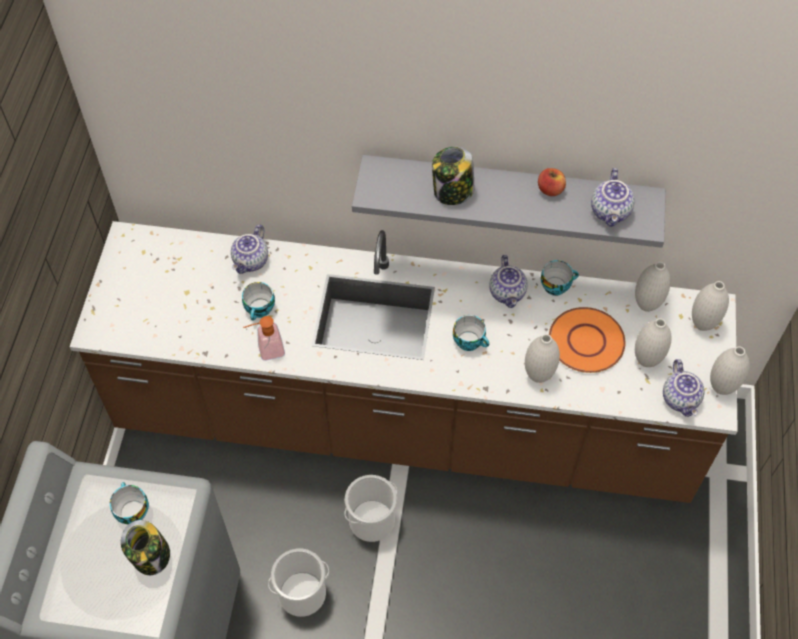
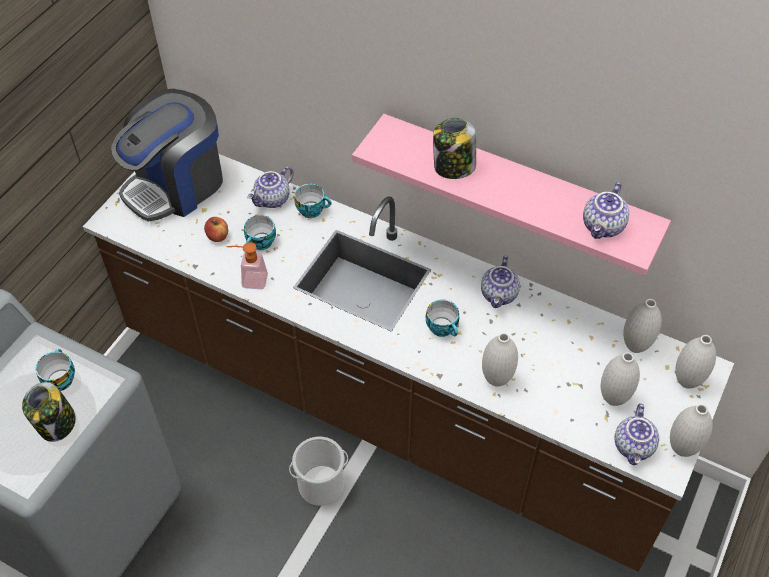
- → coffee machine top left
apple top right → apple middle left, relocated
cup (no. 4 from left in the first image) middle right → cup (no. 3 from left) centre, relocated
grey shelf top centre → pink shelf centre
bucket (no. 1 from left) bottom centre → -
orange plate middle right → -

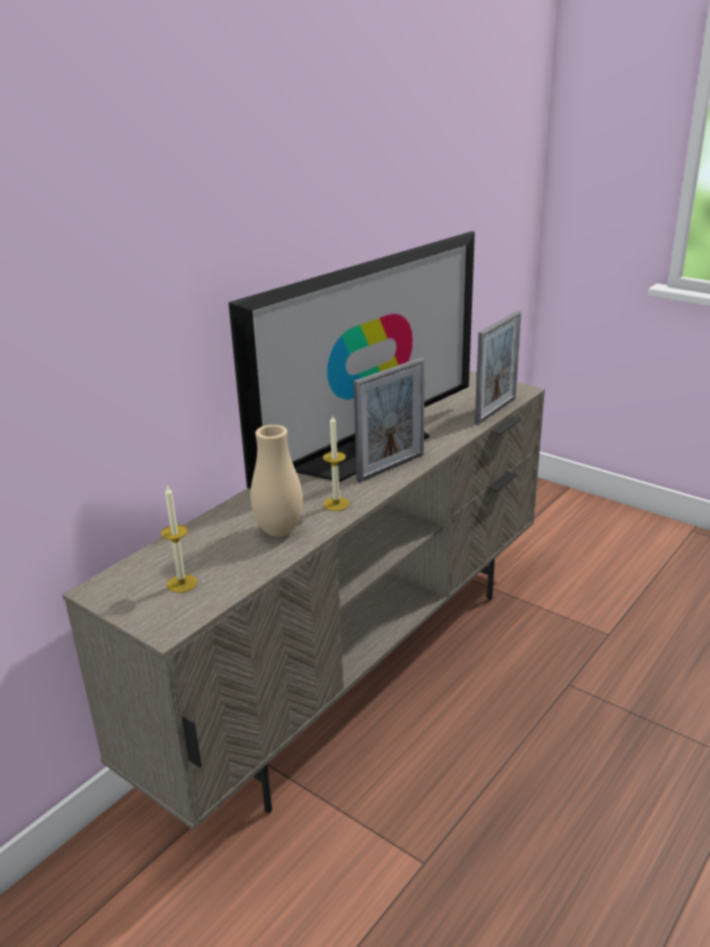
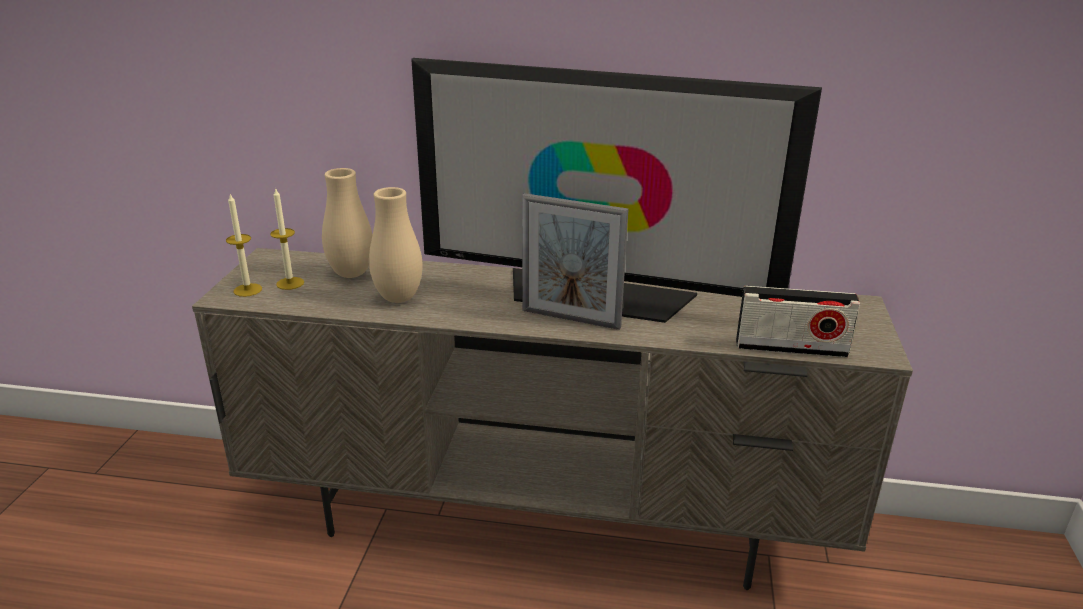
candle (no. 2 from left in the first image) centre → candle (no. 1 from left) middle left, relocated
- → beige vase (no. 1 from left) middle left
picture frame (no. 2 from left) middle right → radio middle right

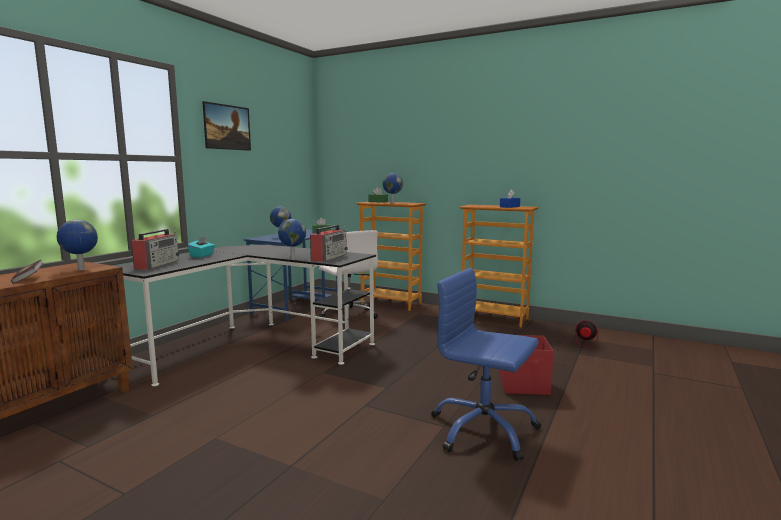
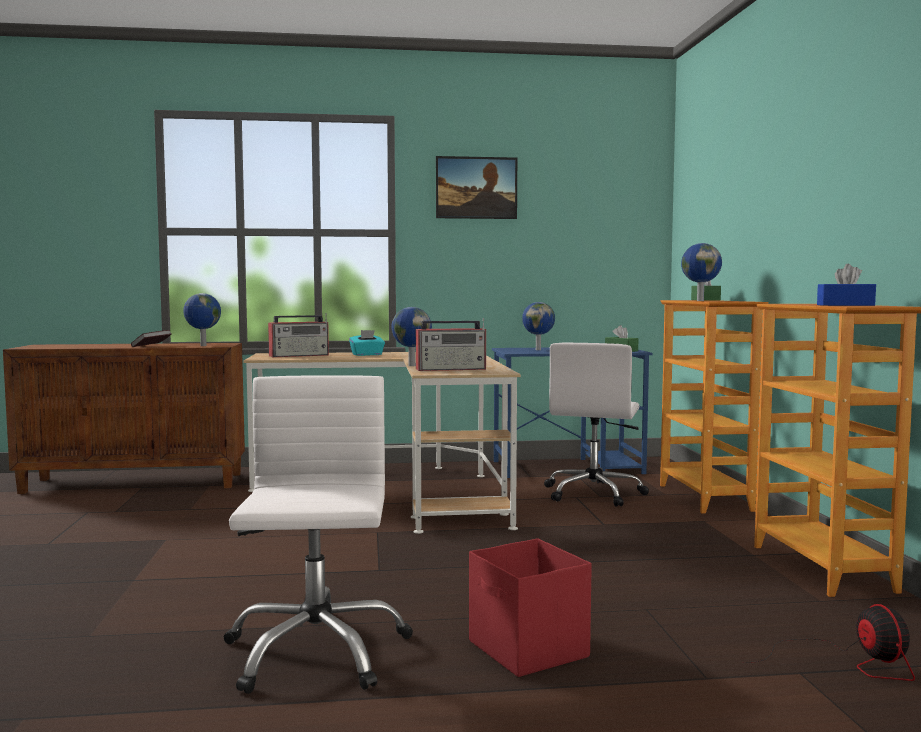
blue office chair bottom centre → white office chair (no. 1 from left) bottom centre
black desk middle left → beige desk centre

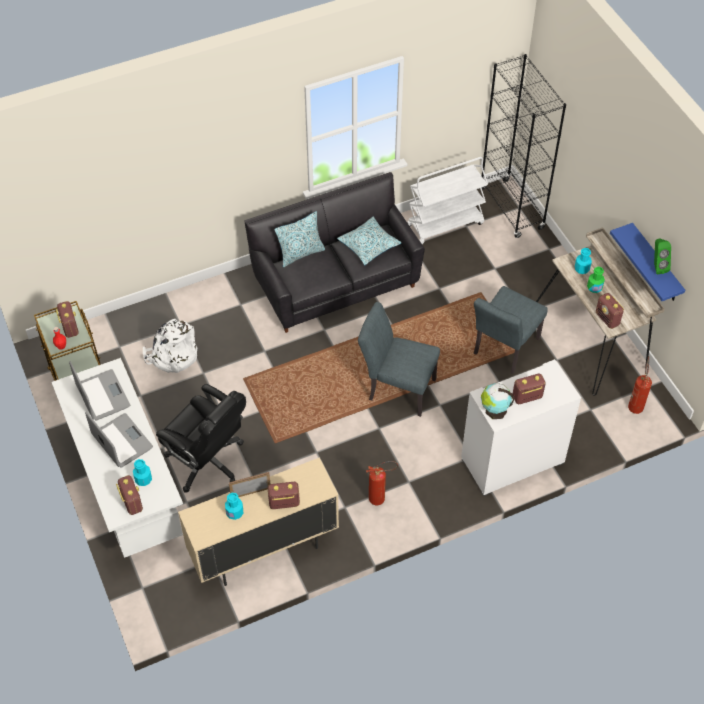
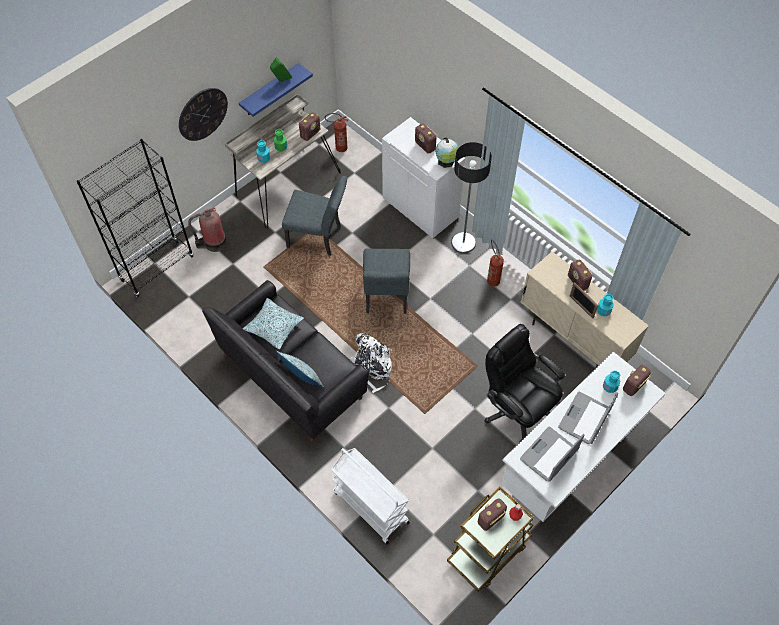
- → wall clock top left
- → fire extinguisher (no. 1 from left) middle left
white cart top centre → white cart bottom centre, relocated
white backpack middle left → white backpack centre, relocated
- → floor lamp top centre
black office chair middle left → black office chair middle right, 60 degrees counterclockwise

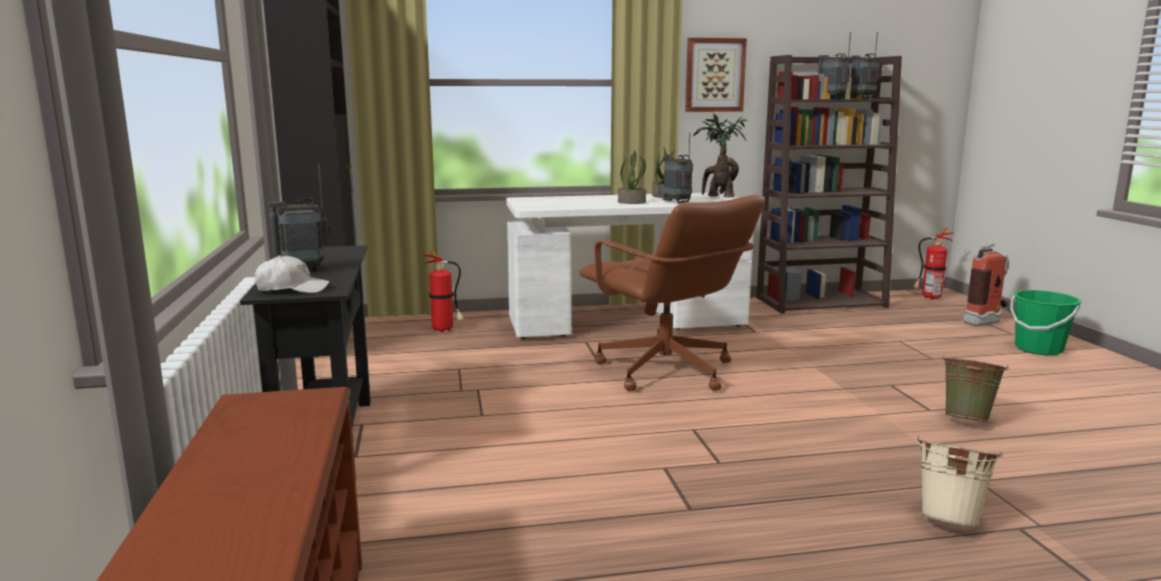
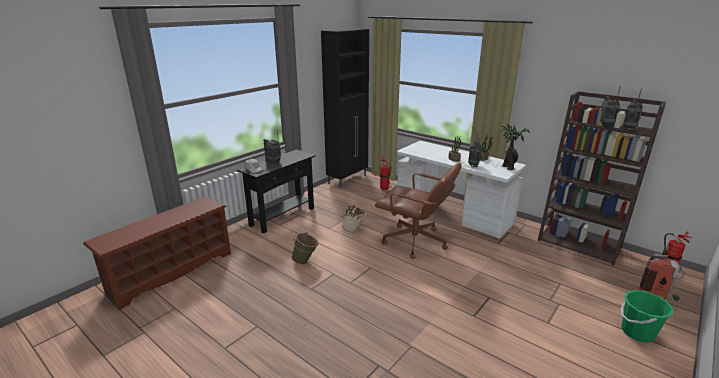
green bucket (no. 1 from left) bottom right → green bucket (no. 1 from left) centre, relocated
beige bucket bottom right → beige bucket centre, relocated
brown office chair centre, 75 degrees counterclockwise
picture top centre → -

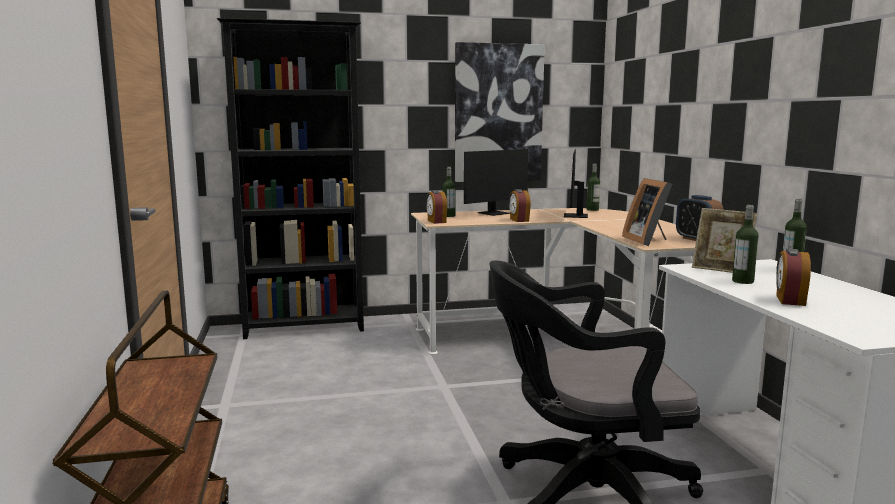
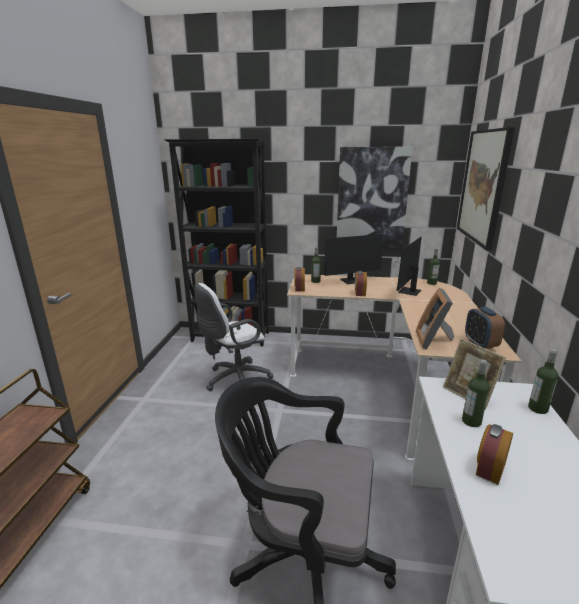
- → white office chair centre
- → picture (no. 2 from left) top right

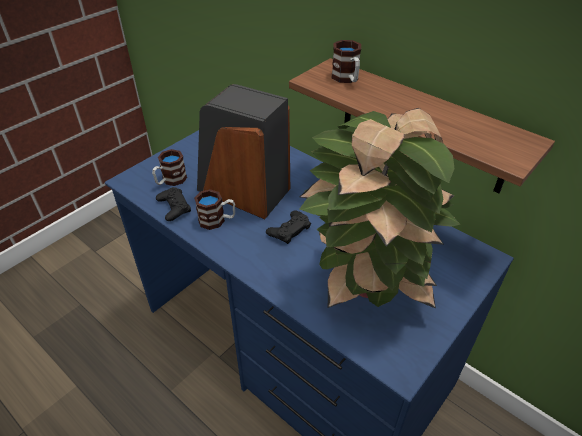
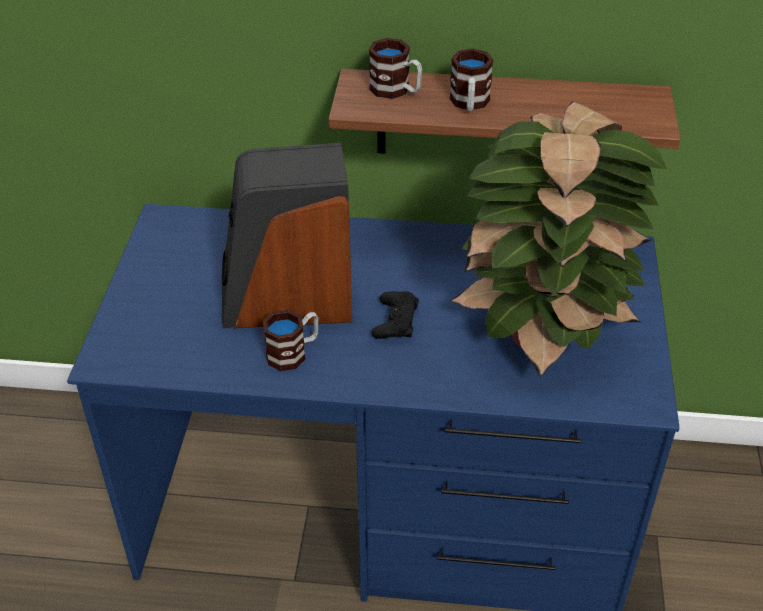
mug (no. 1 from left in the first image) middle left → mug (no. 3 from left) top centre, relocated
black game controller (no. 1 from left) middle left → -

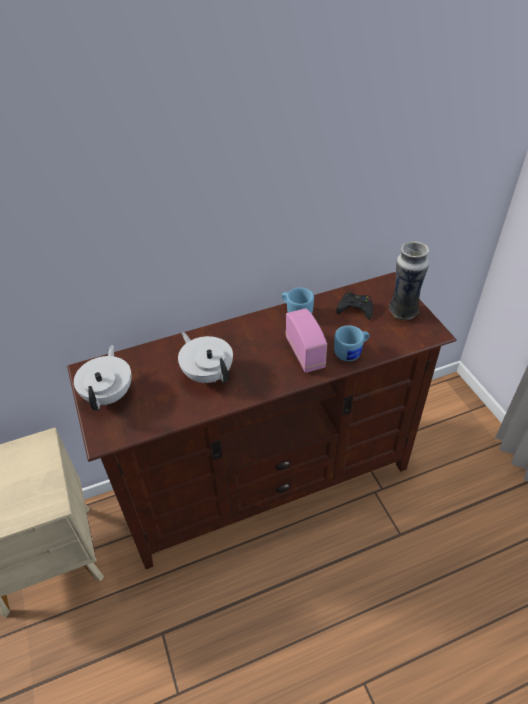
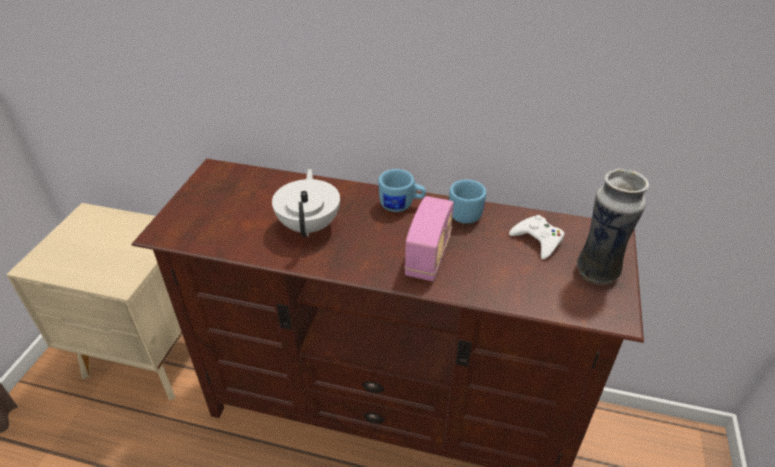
blue mug (no. 2 from left in the first image) middle right → blue mug (no. 1 from left) centre, relocated
black game controller middle right → white game controller middle right
white teapot (no. 1 from left) middle left → -

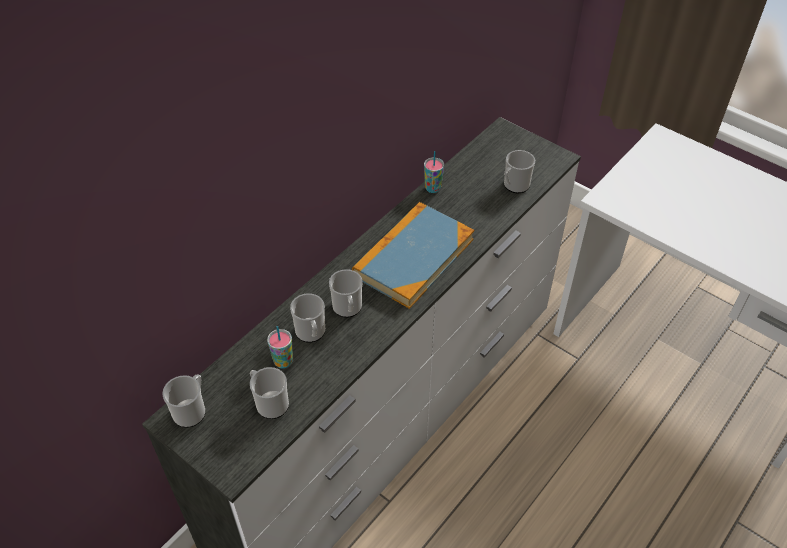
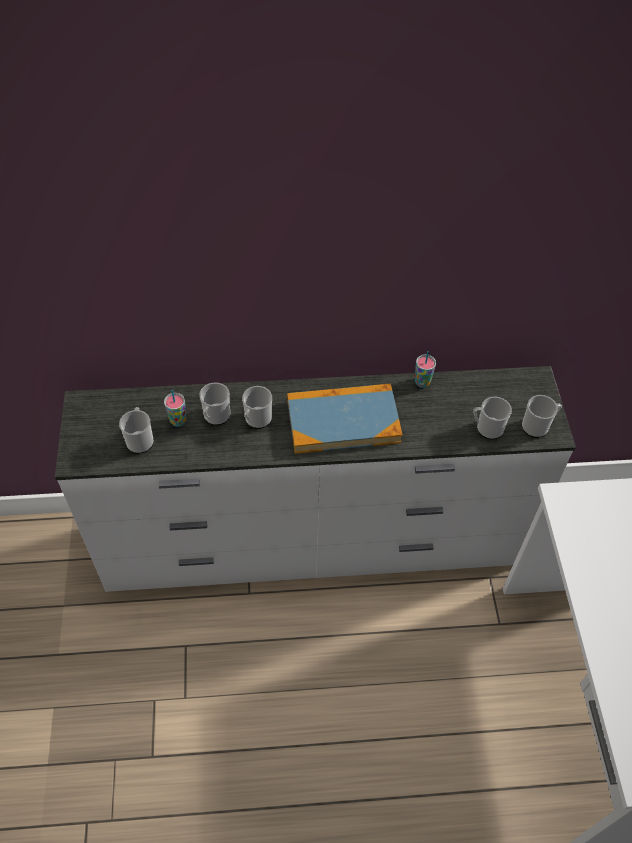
mug (no. 1 from left in the first image) bottom left → mug (no. 5 from left) middle right, relocated

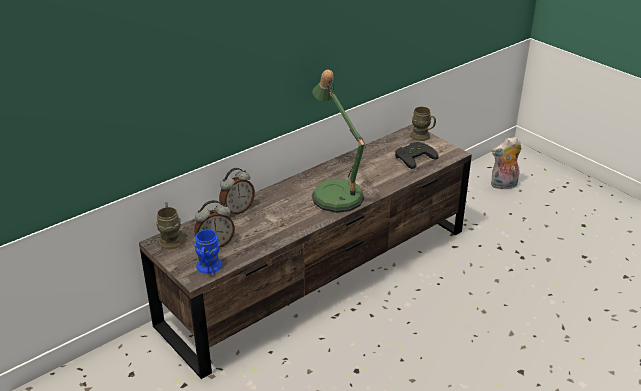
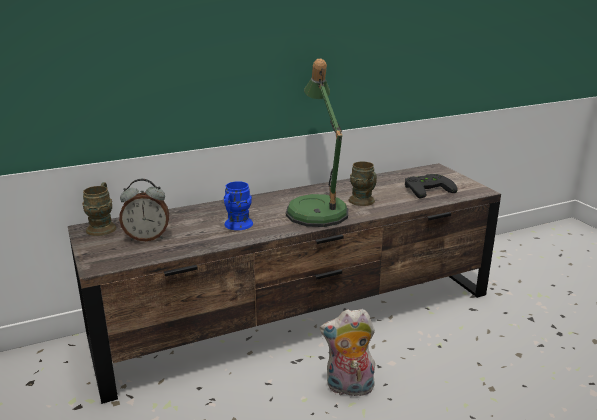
blue mug middle left → blue mug centre, relocated
plush toy middle right → plush toy bottom centre, relocated
brown mug (no. 2 from left) top centre → brown mug (no. 2 from left) centre, relocated
alarm clock (no. 2 from left) centre → -

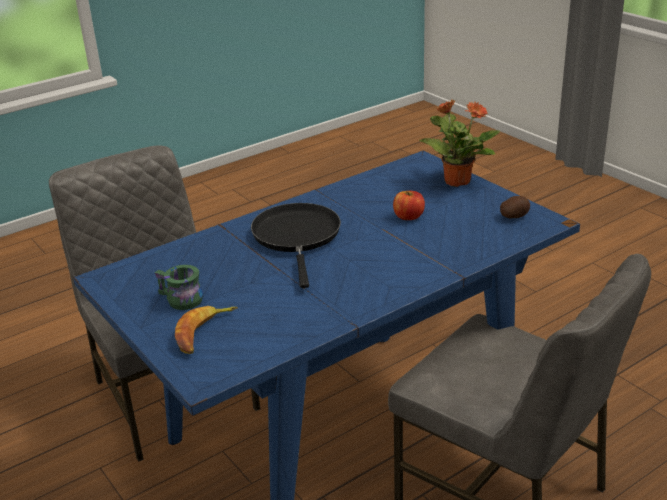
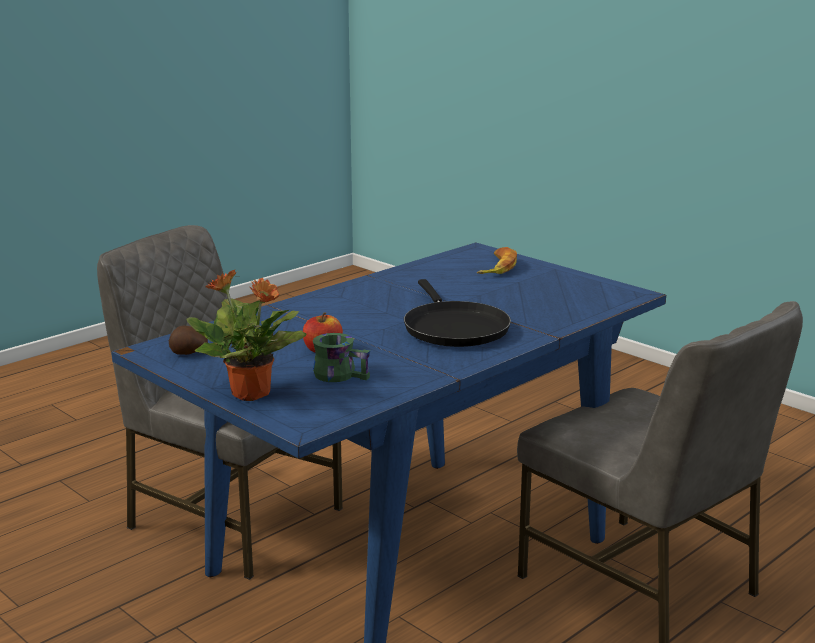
green mug middle left → green mug centre, relocated

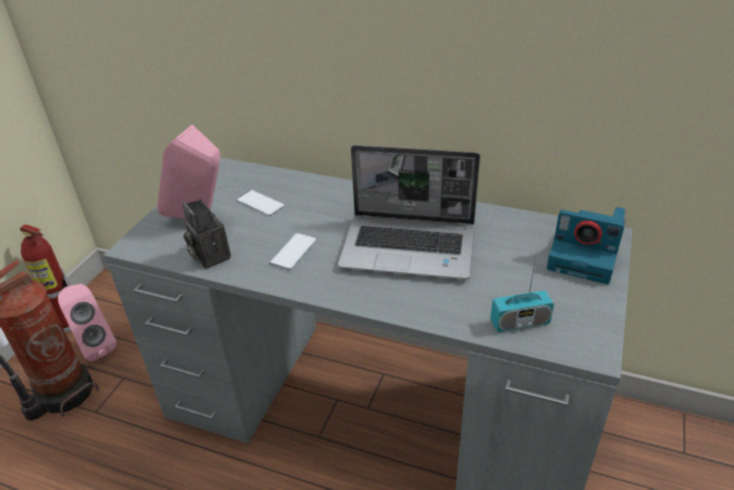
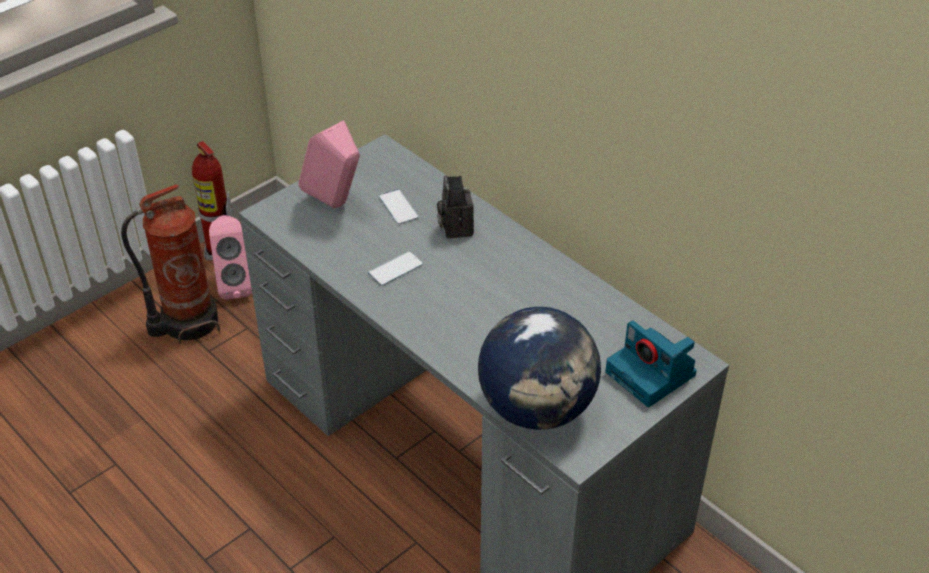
photo camera (no. 1 from left) middle left → photo camera (no. 1 from left) centre, relocated
radio middle right → globe centre
laptop centre → -

